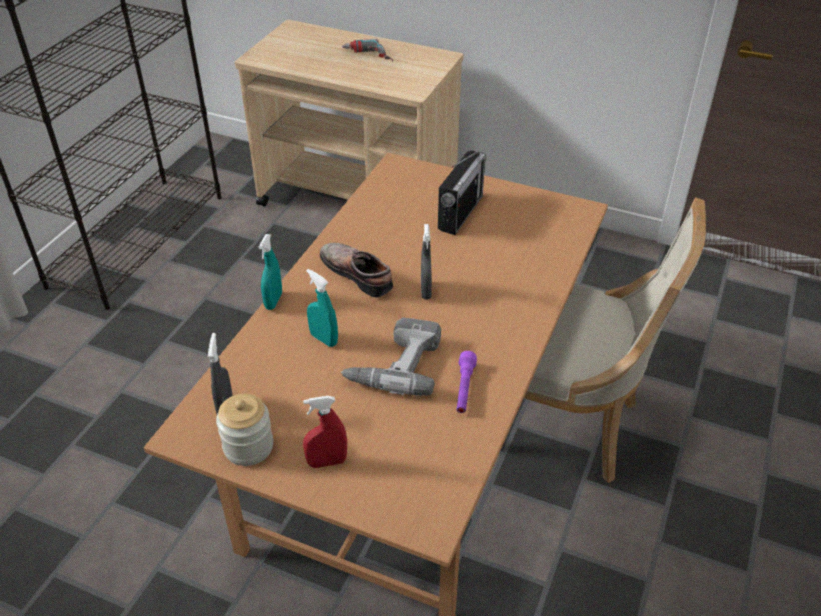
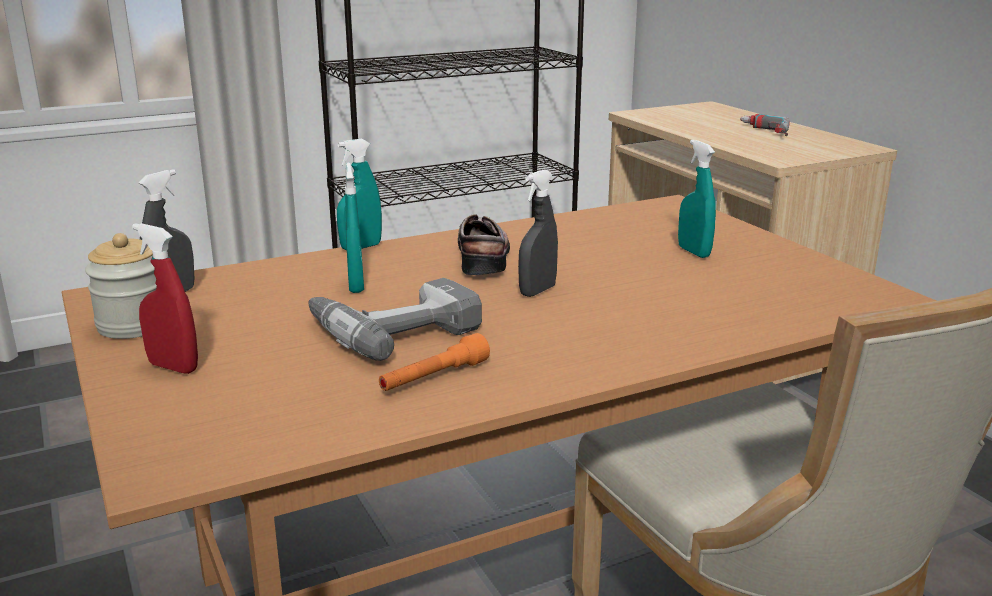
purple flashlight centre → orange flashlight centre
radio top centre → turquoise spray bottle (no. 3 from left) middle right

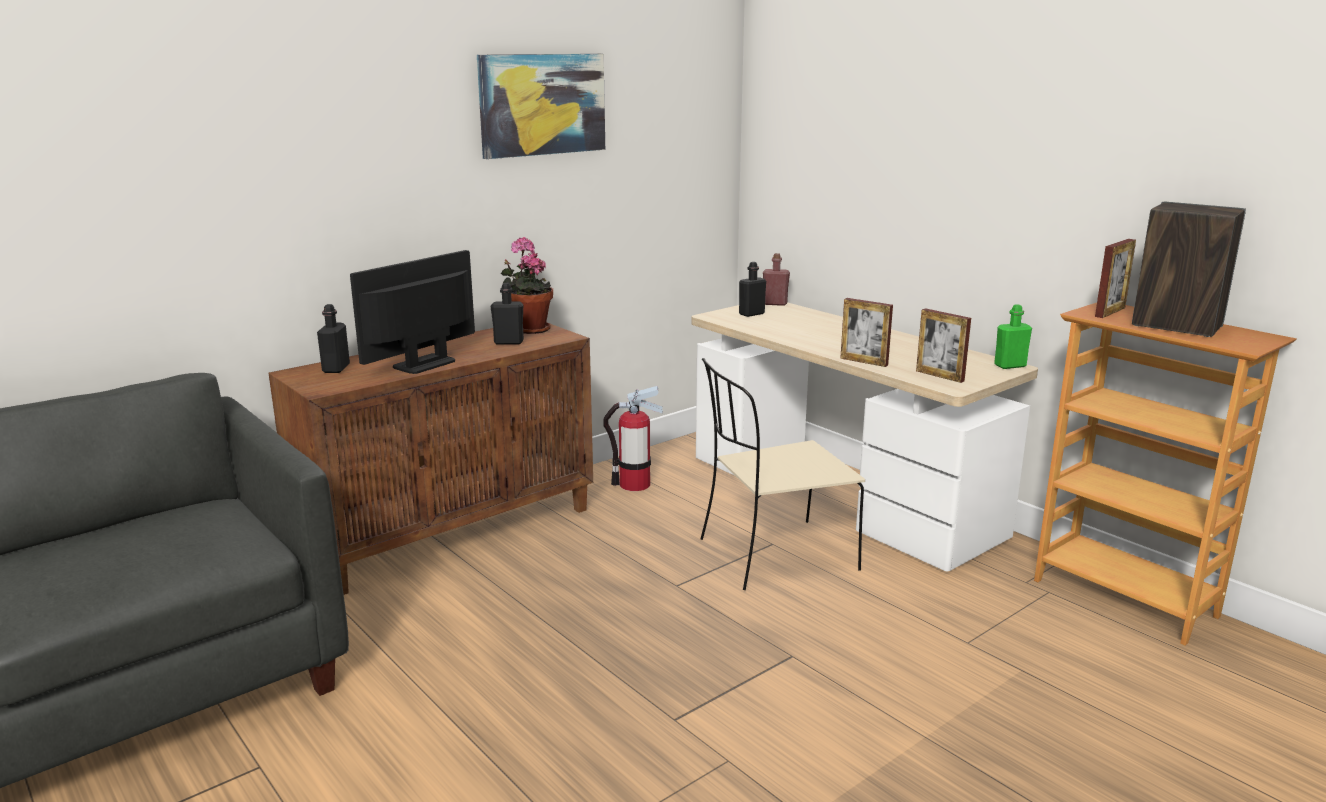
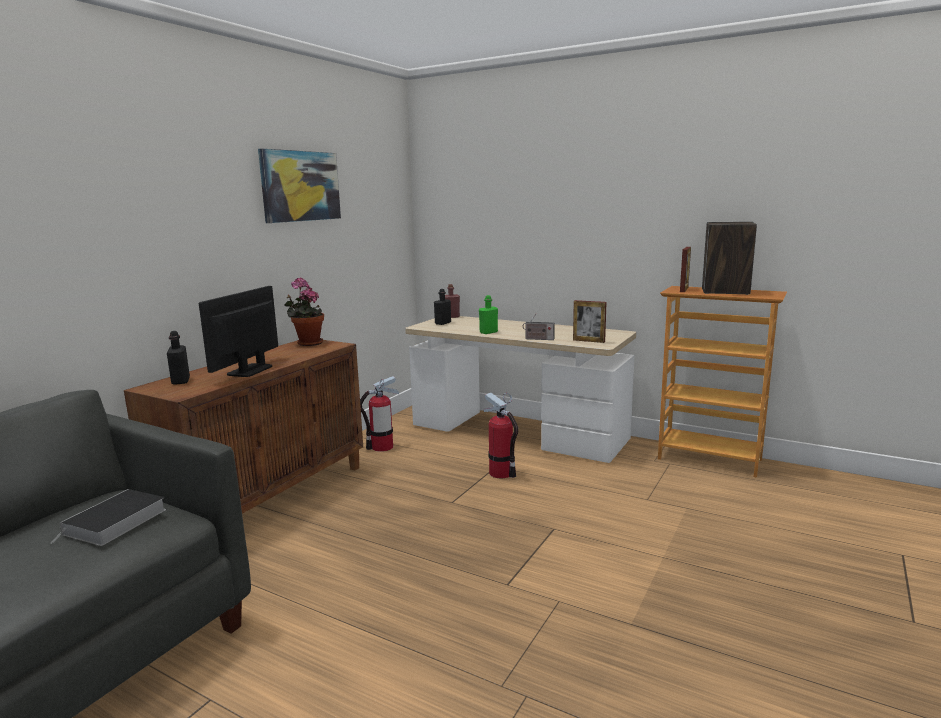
- → book bottom left
green bottle middle right → green bottle centre, relocated
beige chair centre → fire extinguisher (no. 2 from left) centre
picture frame (no. 1 from left) centre → radio centre
black bottle (no. 2 from left) centre → -

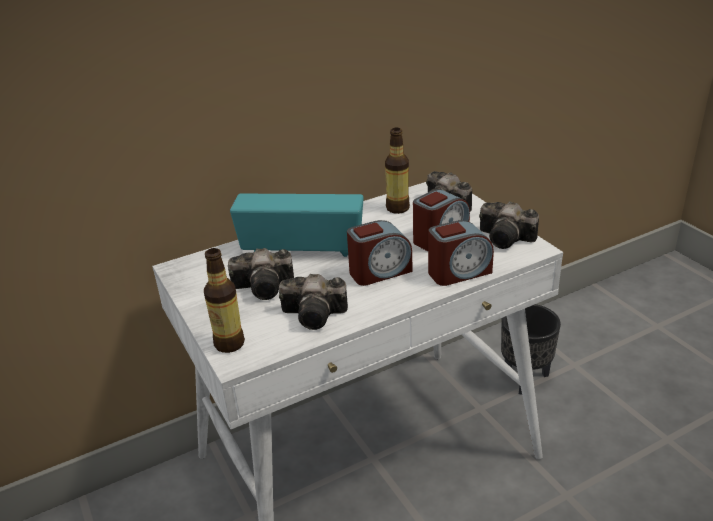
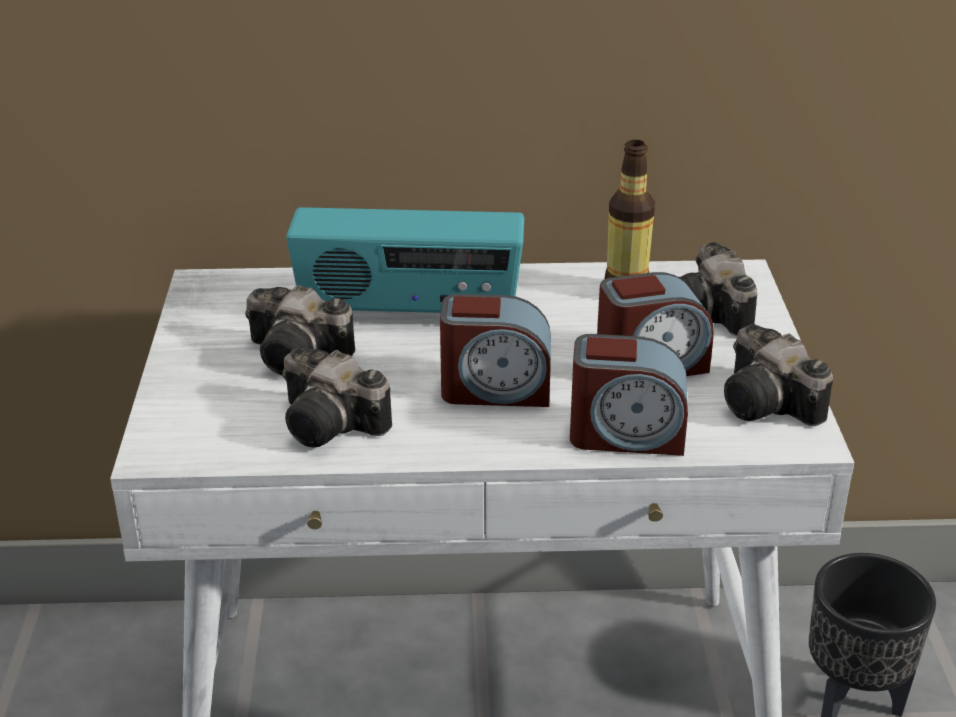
radio centre, 150 degrees clockwise
bottle (no. 1 from left) middle left → -

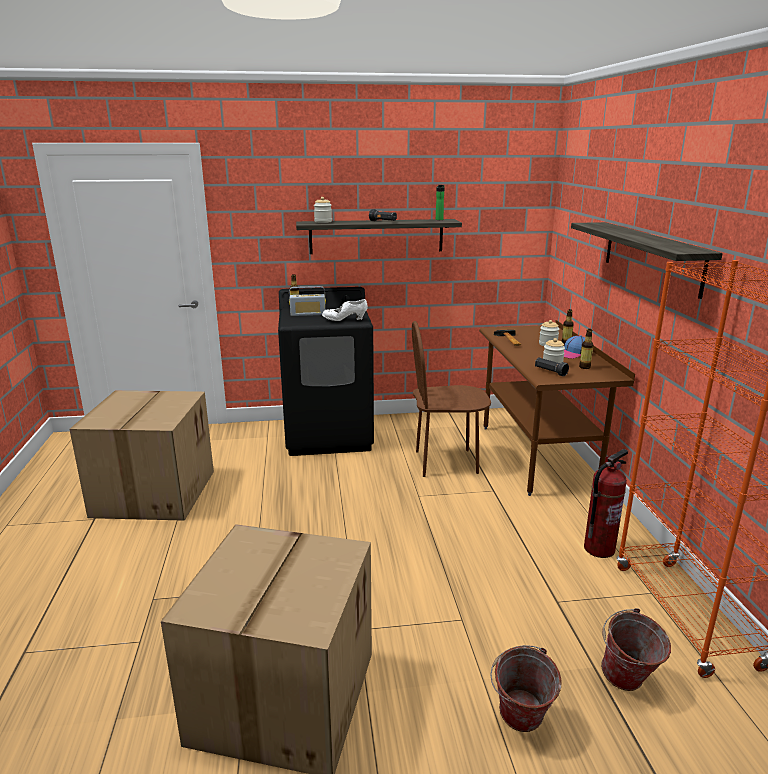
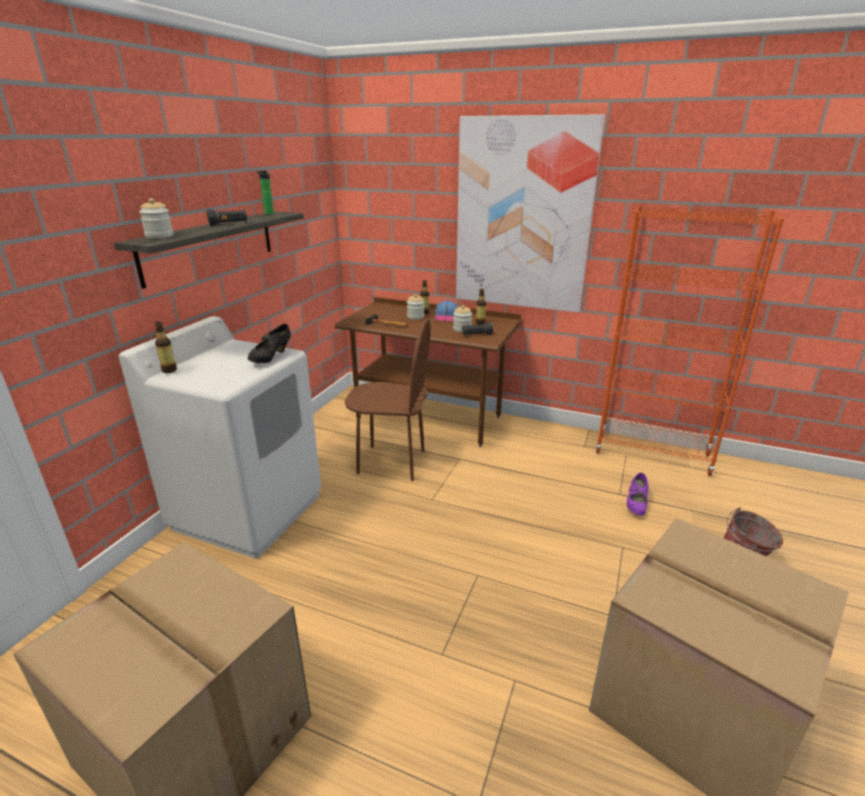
black washing machine centre → white washing machine middle left
white shoe centre → black shoe middle left
brown chair centre, 105 degrees counterclockwise
shelf (no. 2 from left) middle right → picture top centre
- → purple shoe middle right
radio centre → -
fire extinguisher middle right → -
bucket (no. 2 from left) bottom right → -

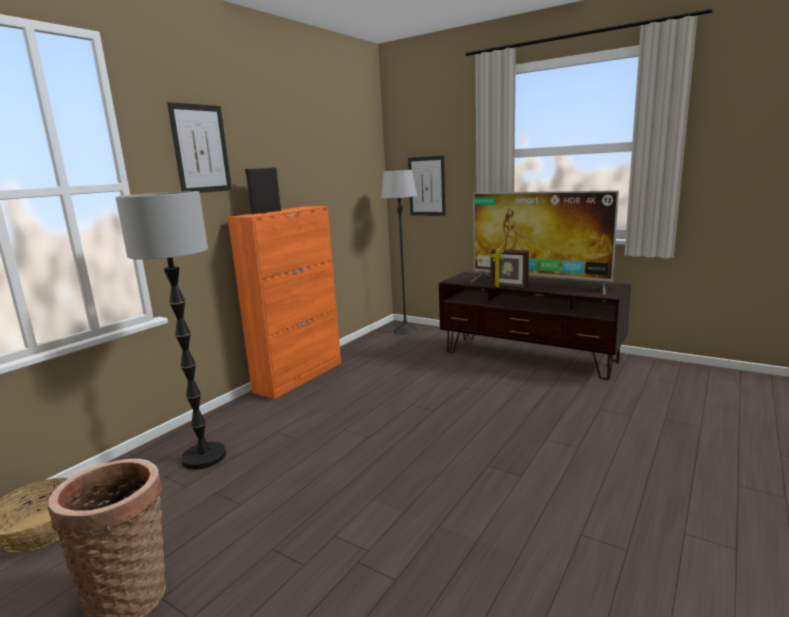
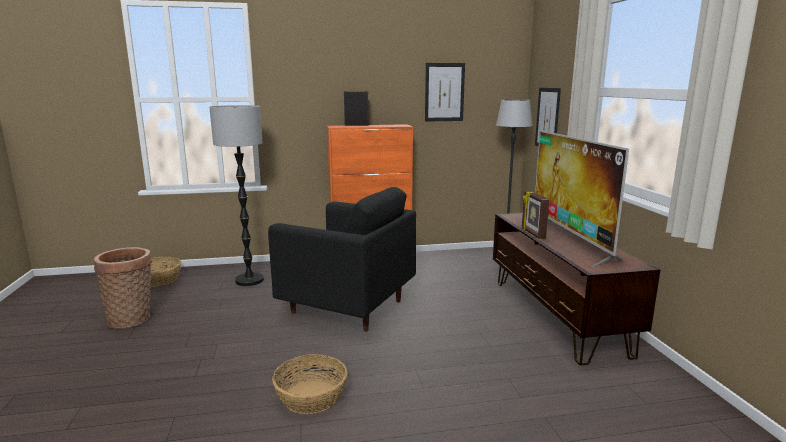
- → black armchair centre
- → basket (no. 3 from left) bottom centre
picture (no. 1 from left) top left → picture (no. 1 from left) top centre, relocated

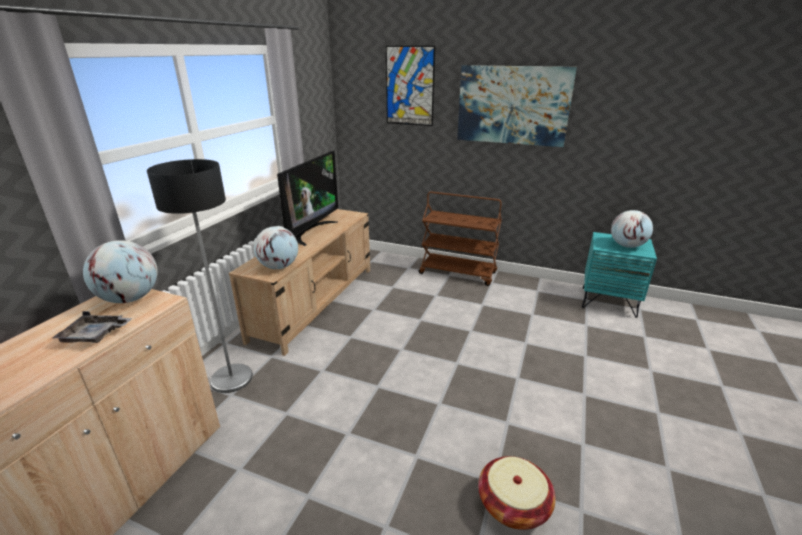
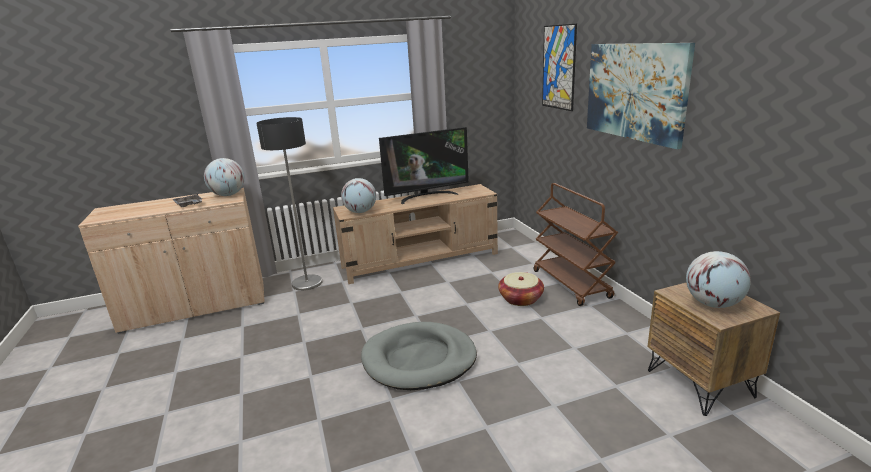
- → grey dog bed bottom centre
basket bottom centre → basket centre, relocated
turquoise nightstand middle right → brown nightstand bottom right

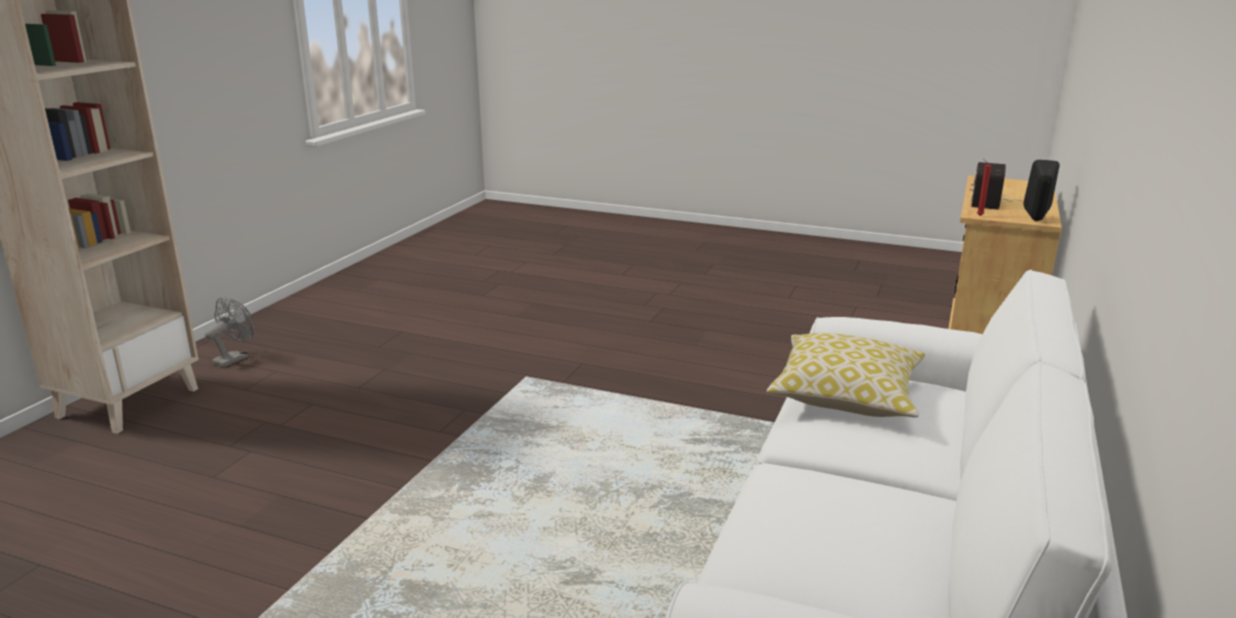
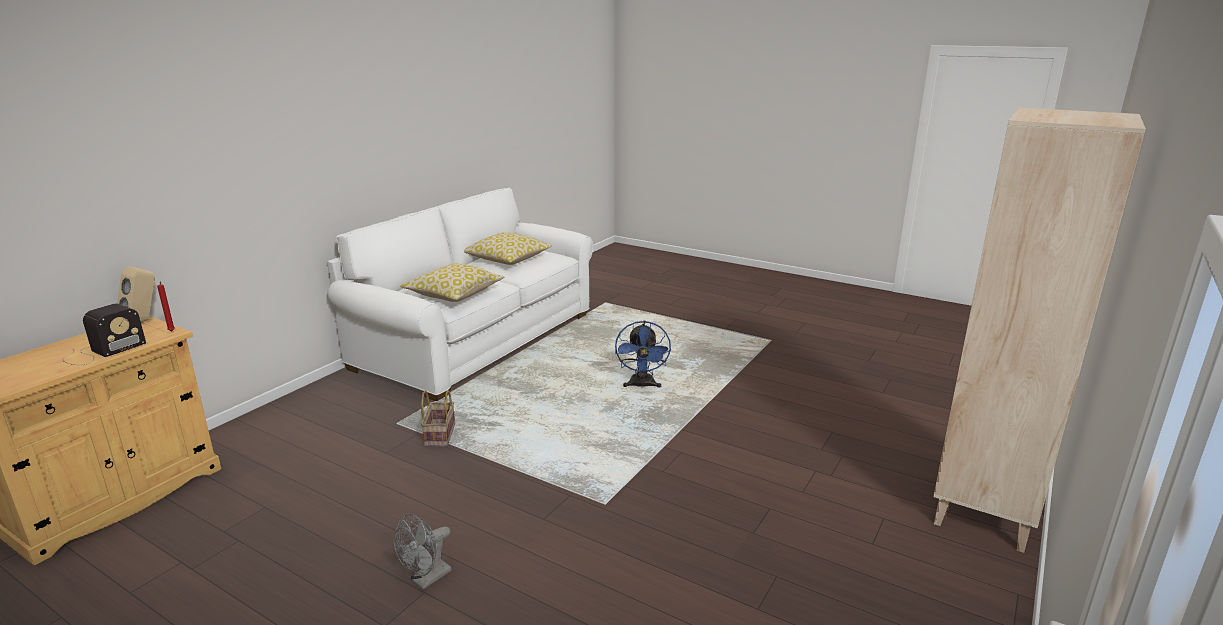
black speaker top right → beige speaker middle left
grey fan middle left → grey fan bottom centre, relocated
- → basket bottom centre
- → pillow (no. 2 from left) centre
- → blue fan centre

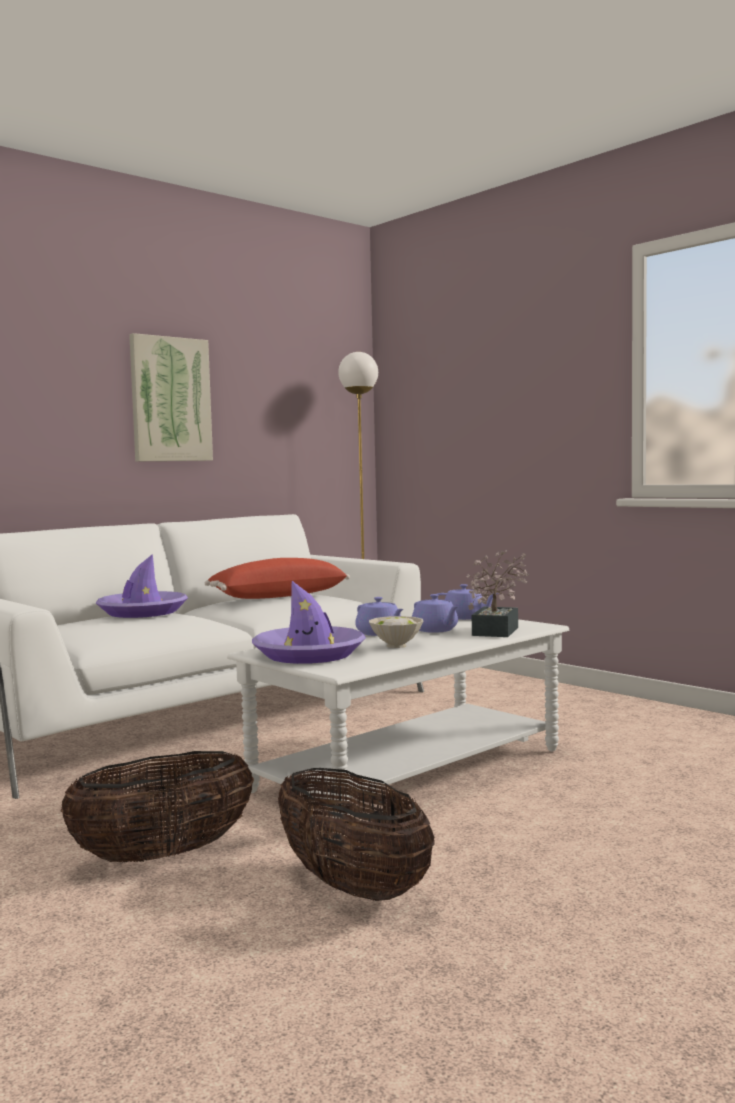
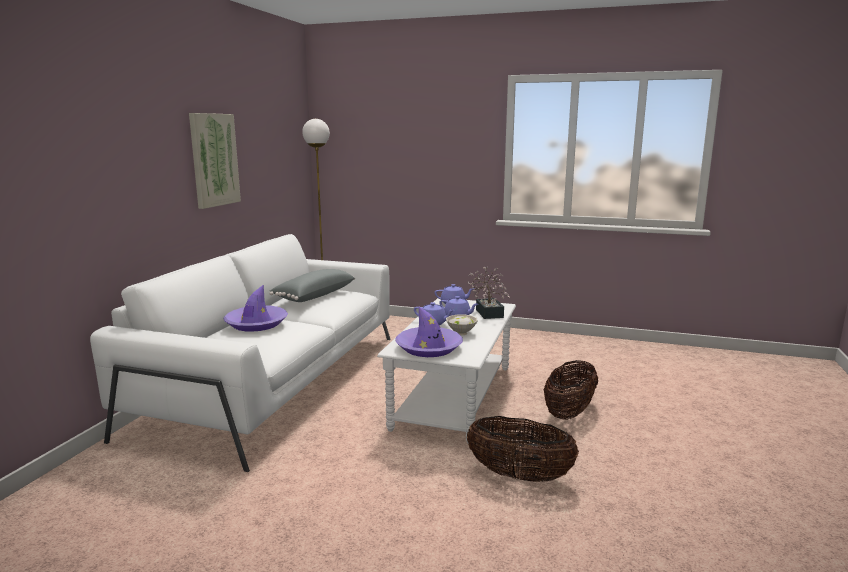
red pillow centre → grey pillow centre
basket (no. 1 from left in the first image) bottom left → basket (no. 2 from left) bottom right, relocated

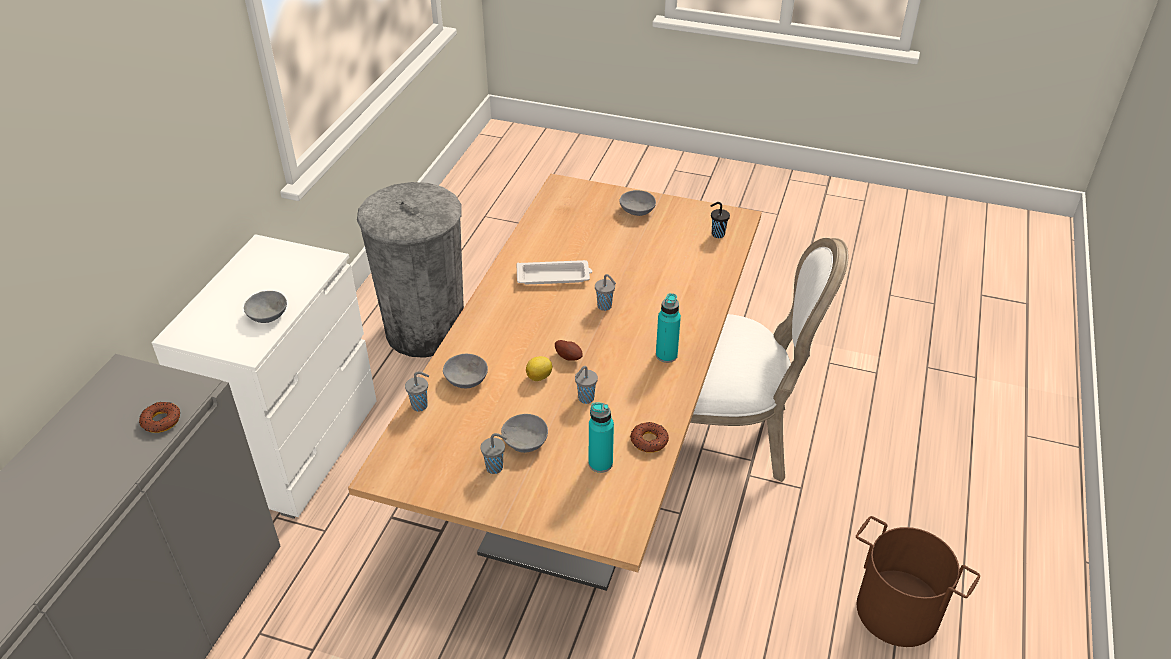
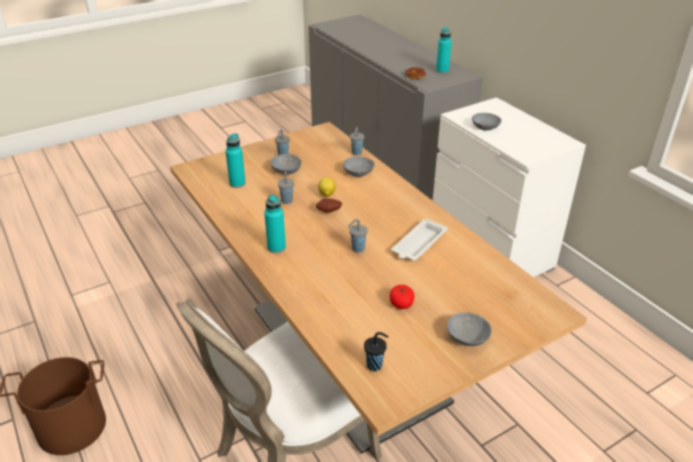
- → tomato centre
- → turquoise bottle (no. 3 from left) top centre
grey trash can centre → -
donut (no. 2 from left) centre → -

